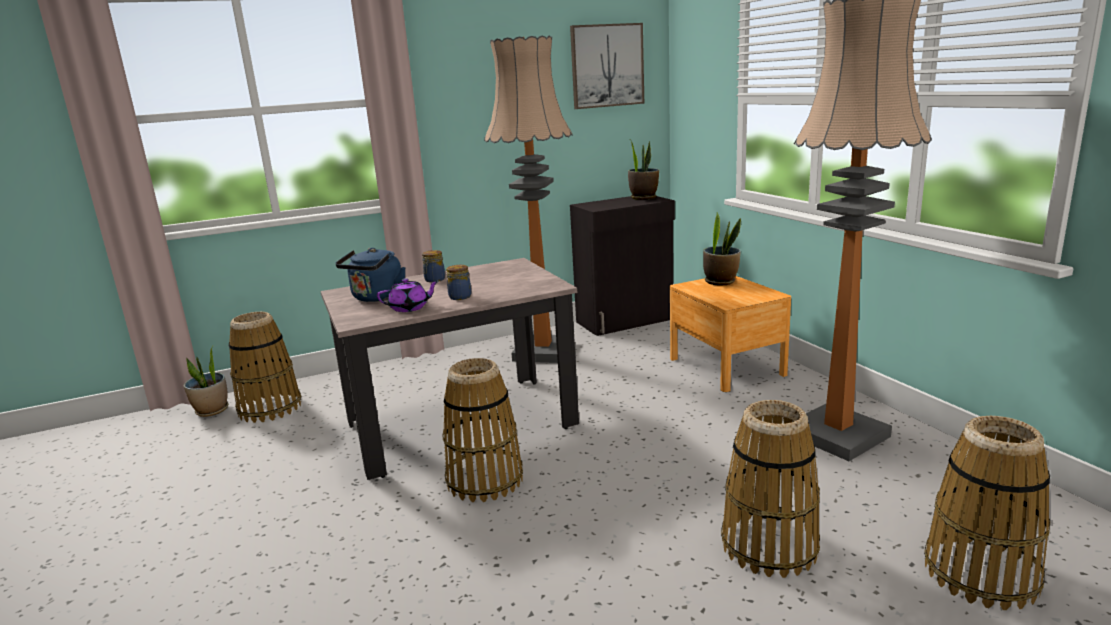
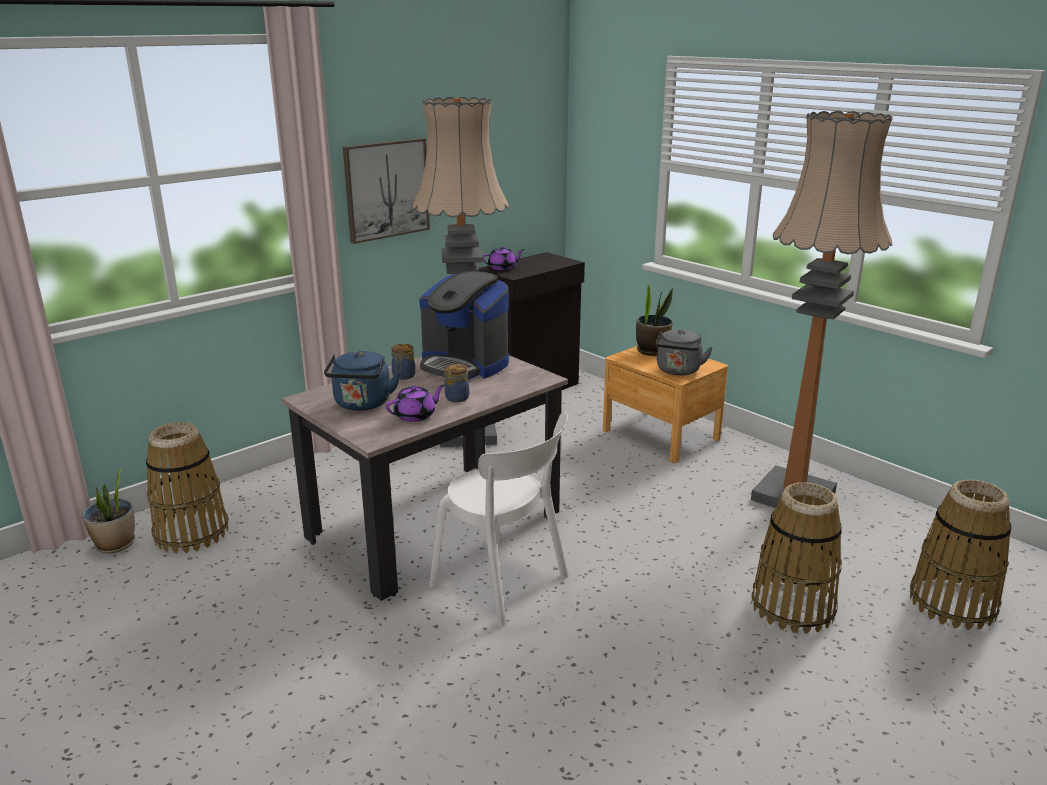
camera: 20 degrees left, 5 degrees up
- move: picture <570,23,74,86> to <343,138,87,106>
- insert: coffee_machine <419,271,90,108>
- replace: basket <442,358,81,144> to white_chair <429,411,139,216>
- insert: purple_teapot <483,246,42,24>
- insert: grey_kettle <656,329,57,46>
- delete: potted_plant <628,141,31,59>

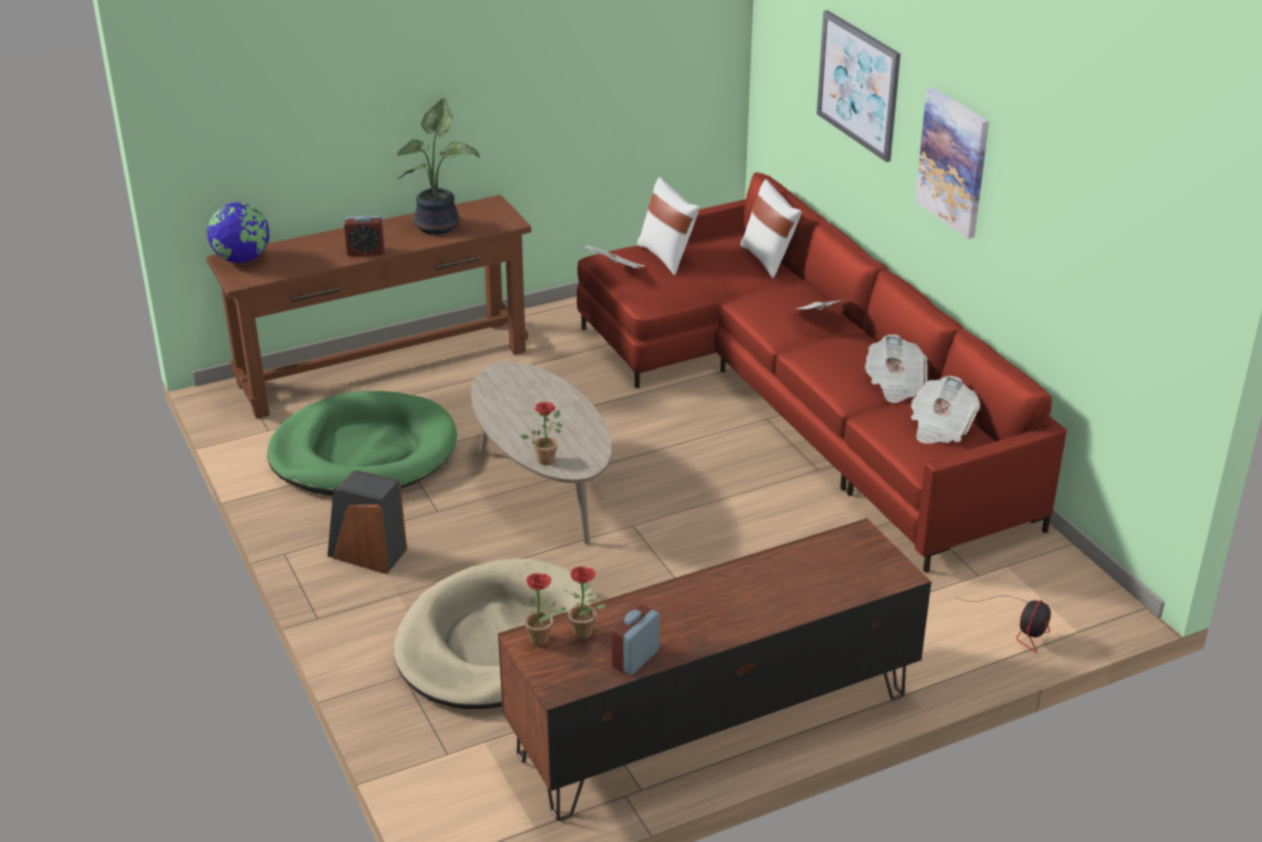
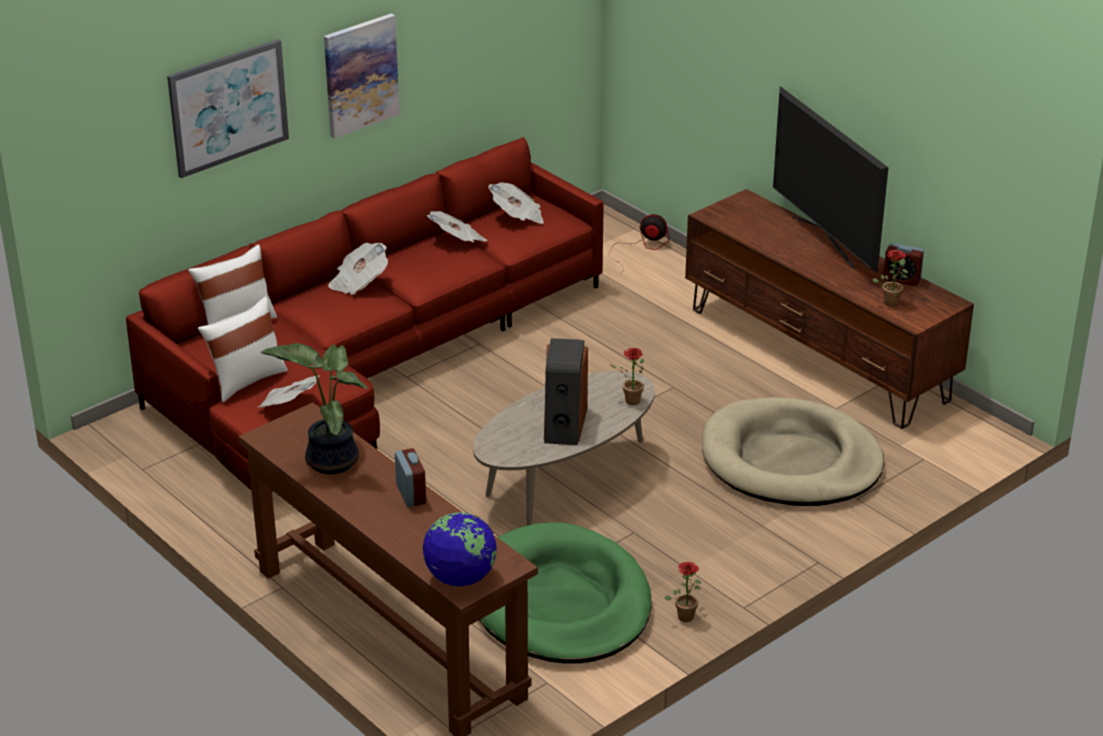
camera: 105 degrees left, 0 degrees up
- move: speaker <327,470,80,104> to <544,338,44,107>
- move: potted_plant <520,573,46,74> to <664,562,37,60>
- insert: television <773,86,115,188>

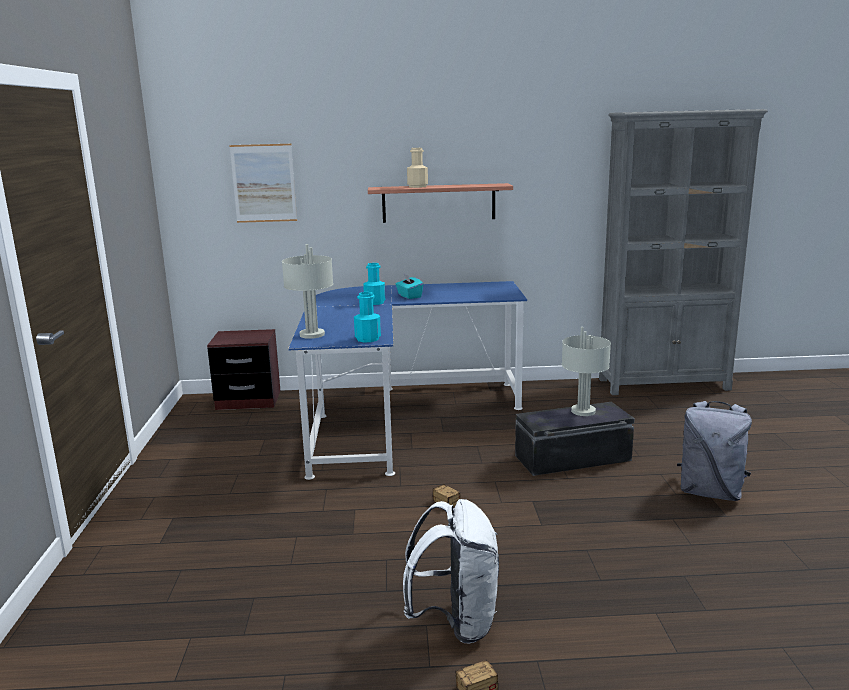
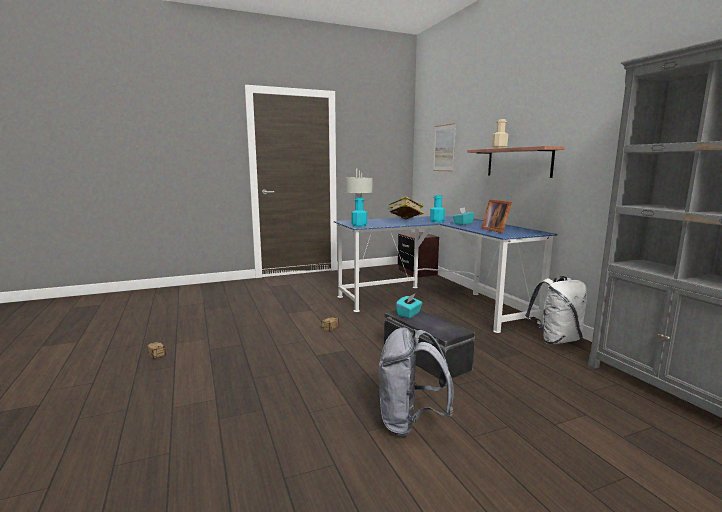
camera: 70 degrees right, 5 degrees down
- insert: book <388,196,36,23>
- insert: turquoise_tissue_box <396,294,27,24>
- insert: picture_frame <481,199,31,34>
- move: white_backpack <403,499,96,144> to <525,276,62,68>
- delete: grey_table_lamp <562,327,49,89>

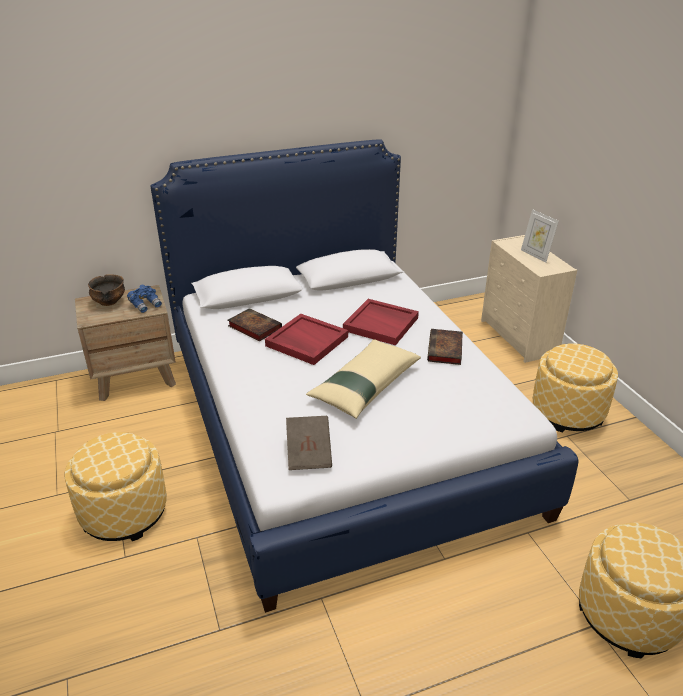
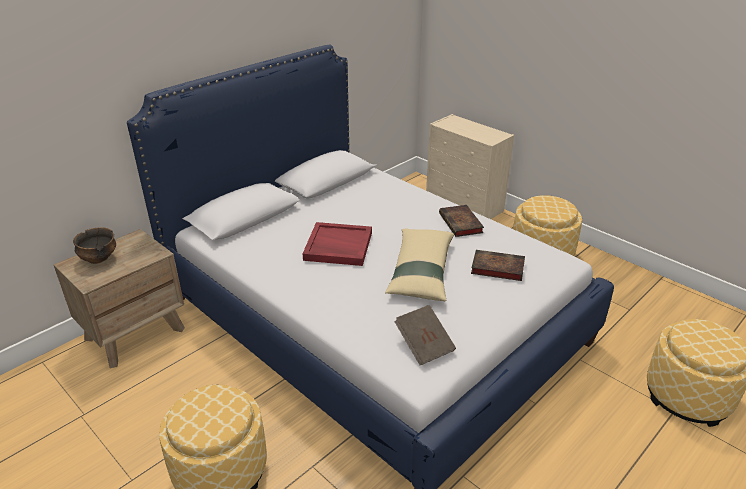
camera: 25 degrees left, 0 degrees up
- move: book <227,308,55,33> to <471,250,54,31>
- delete: blue_binoculars <127,285,35,28>
- delete: red_tray <343,299,76,46>
- delete: picture_frame <521,209,38,54>

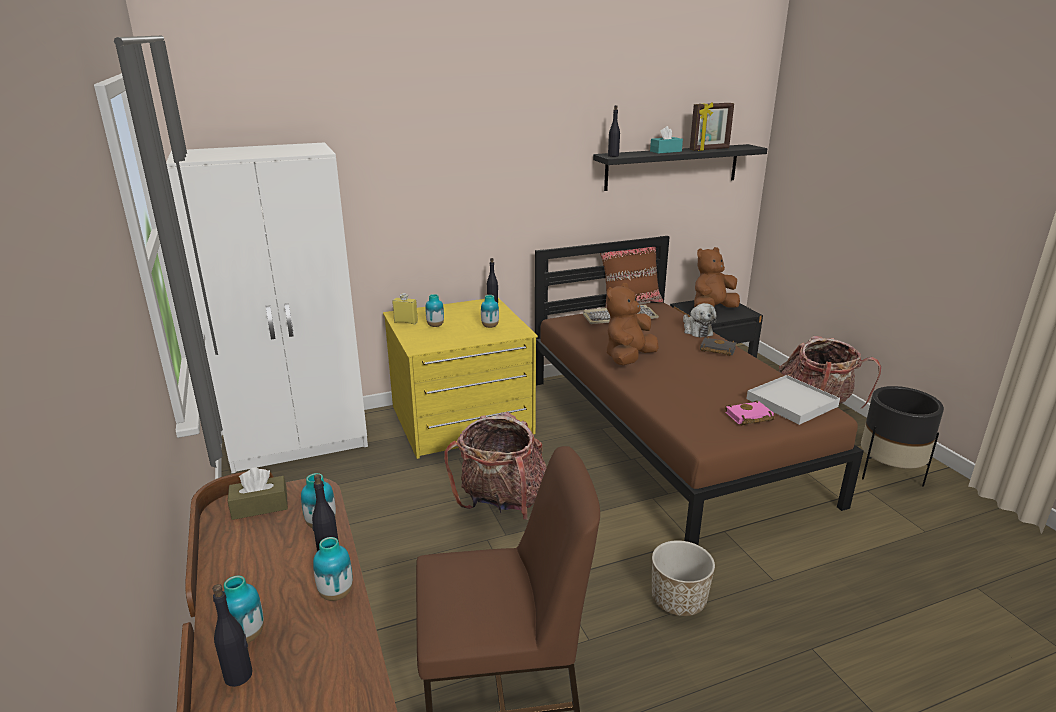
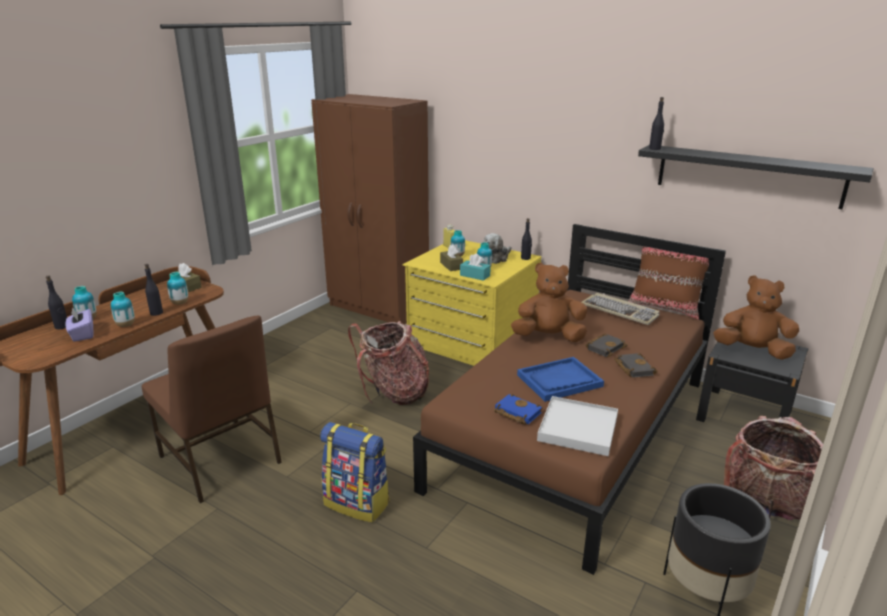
camera: 55 degrees right, 0 degrees up
- insert: purple_tissue_box <66,307,28,35>
- recolor: white_wardrobe <166,142,202,331> to brown_wardrobe <311,94,118,231>
- replace: planter <652,540,63,76> to backpack <320,422,70,101>
- insert: brown_tissue_box <440,245,23,26>
- move: turquoise_tissue_box <650,126,33,28> to <460,254,31,27>
- move: plush_toy <683,303,34,34> to <483,233,29,31>
- recolor: pink_book <725,400,50,25> to blue_book <494,394,49,31>
- insert: blue_tray <517,357,87,45>
- insert: black_book <585,334,42,23>
- delete: picture_frame <690,103,44,48>

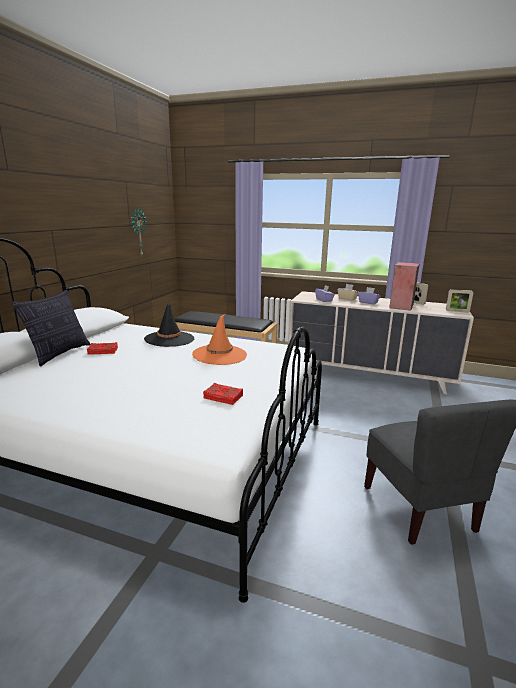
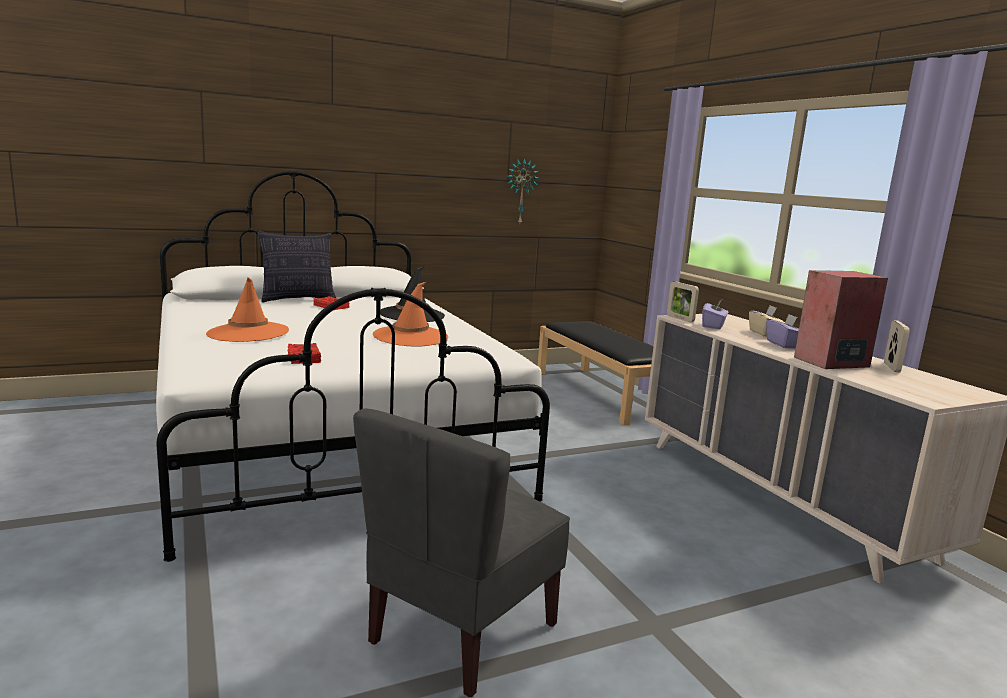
camera: 45 degrees right, 5 degrees down
- insert: orange_hat <206,278,83,64>
- move: picture_frame <446,289,27,24> to <667,281,32,41>

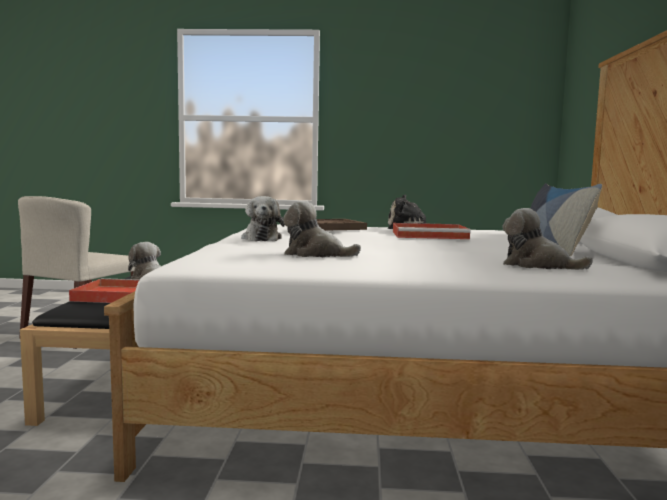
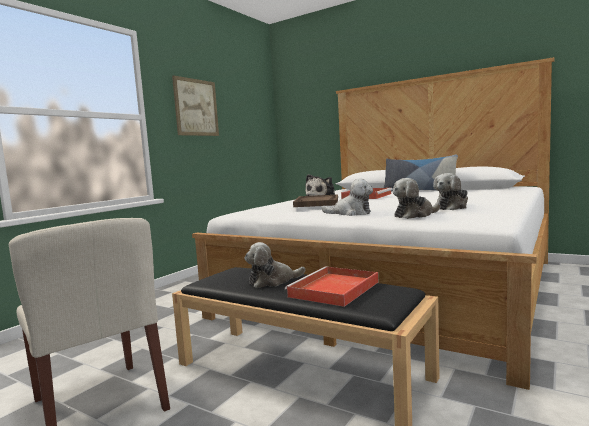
camera: 60 degrees left, 0 degrees up
- insert: picture <172,75,47,61>
- move: plush_toy <503,208,90,62> to <393,178,47,41>

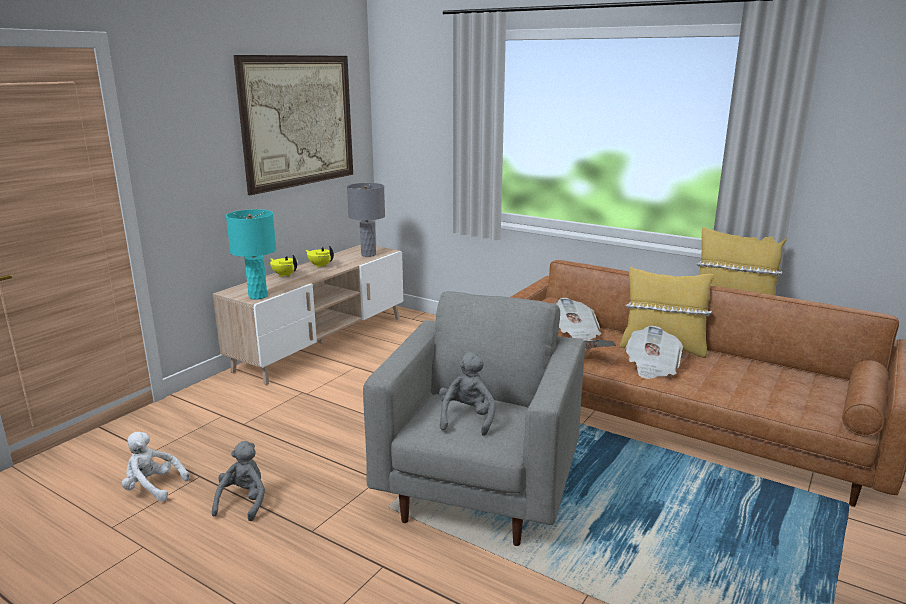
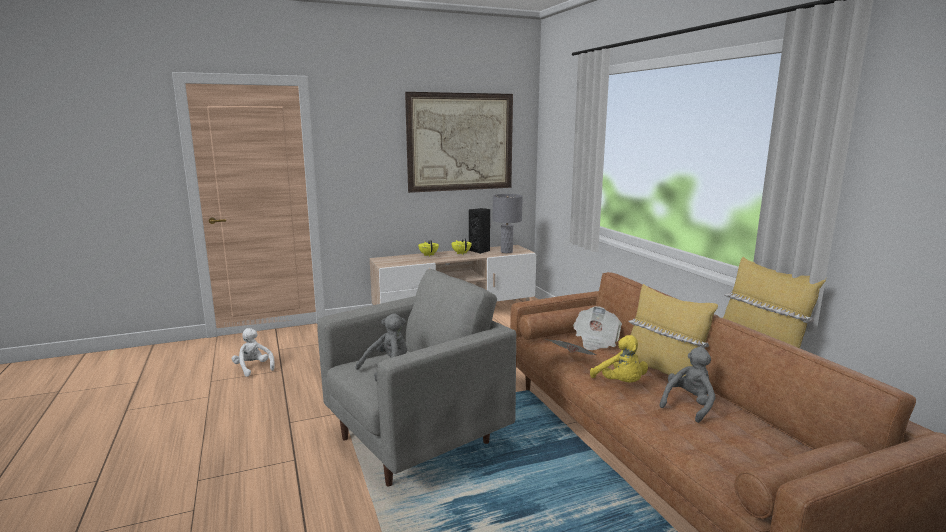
camera: 35 degrees right, 5 degrees down
- insert: black_speaker <469,208,21,46>
- replace: newspaper <625,326,58,53> to yellow_plush_toy <590,335,58,48>
- move: grey_plush_toy <212,441,53,80> to <659,347,57,76>
- delete: turquoise_table_lamp <226,209,50,90>

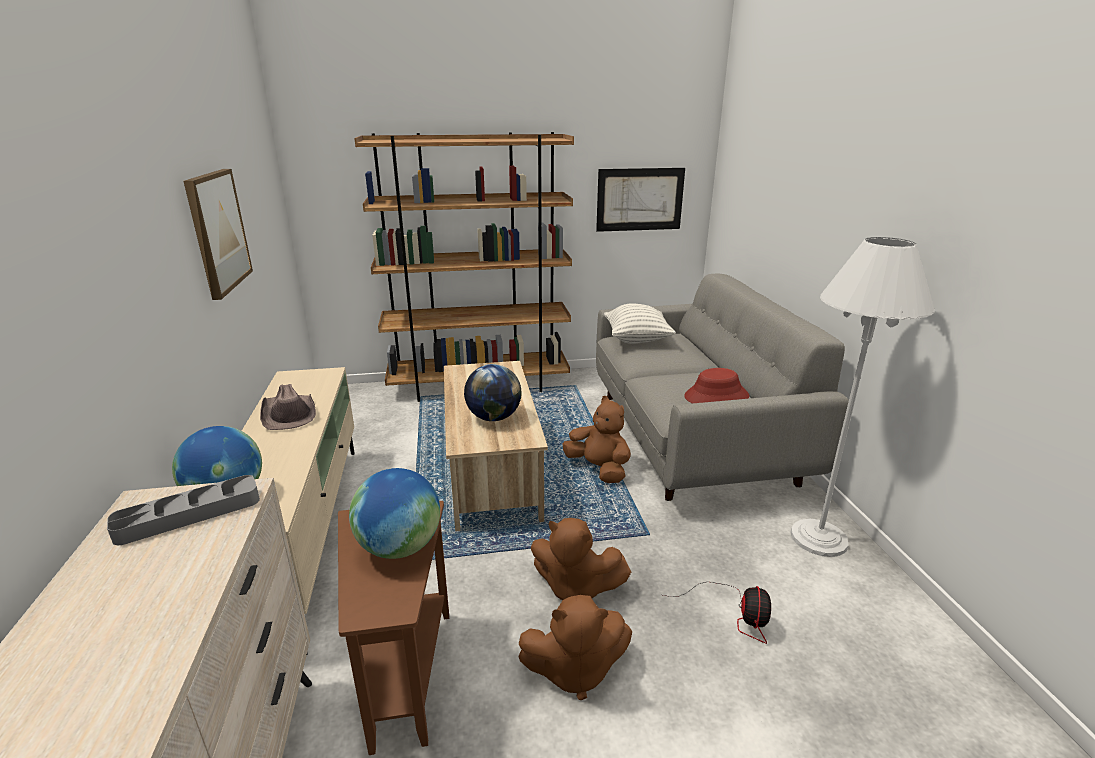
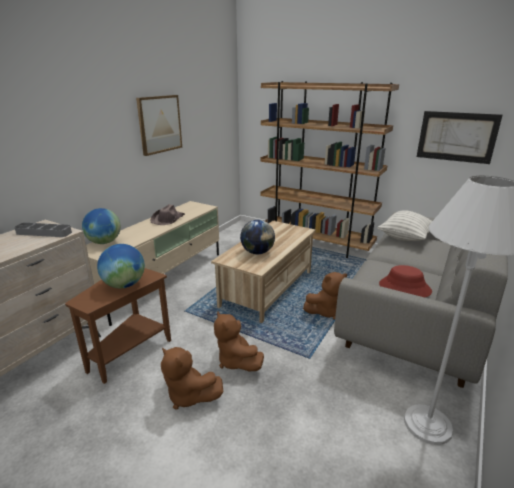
camera: 40 degrees right, 0 degrees up
- rotate: brown_plush_toy <563,396,68,87> = <303,272,44,48> 75 degrees clockwise
- delete: fan <663,582,108,62>

